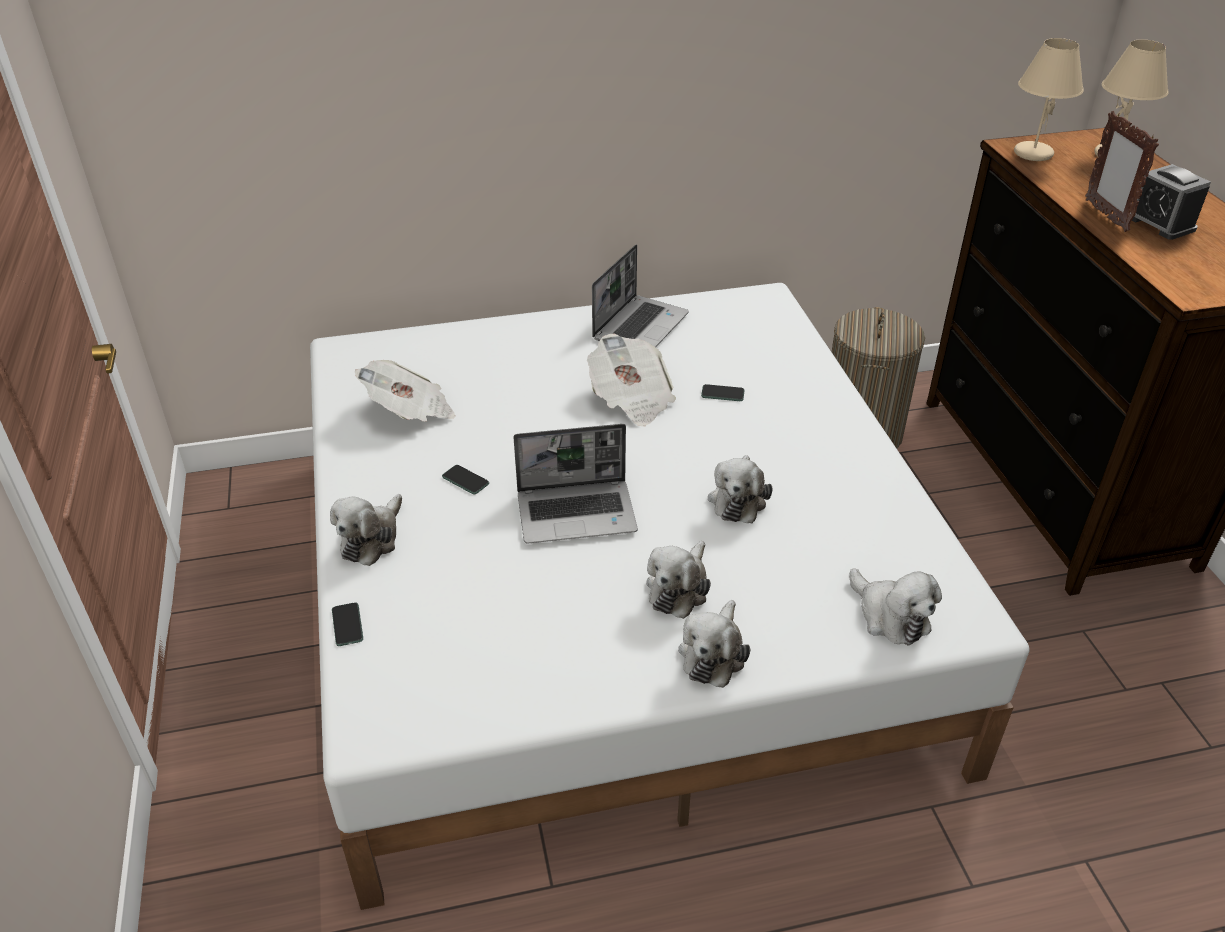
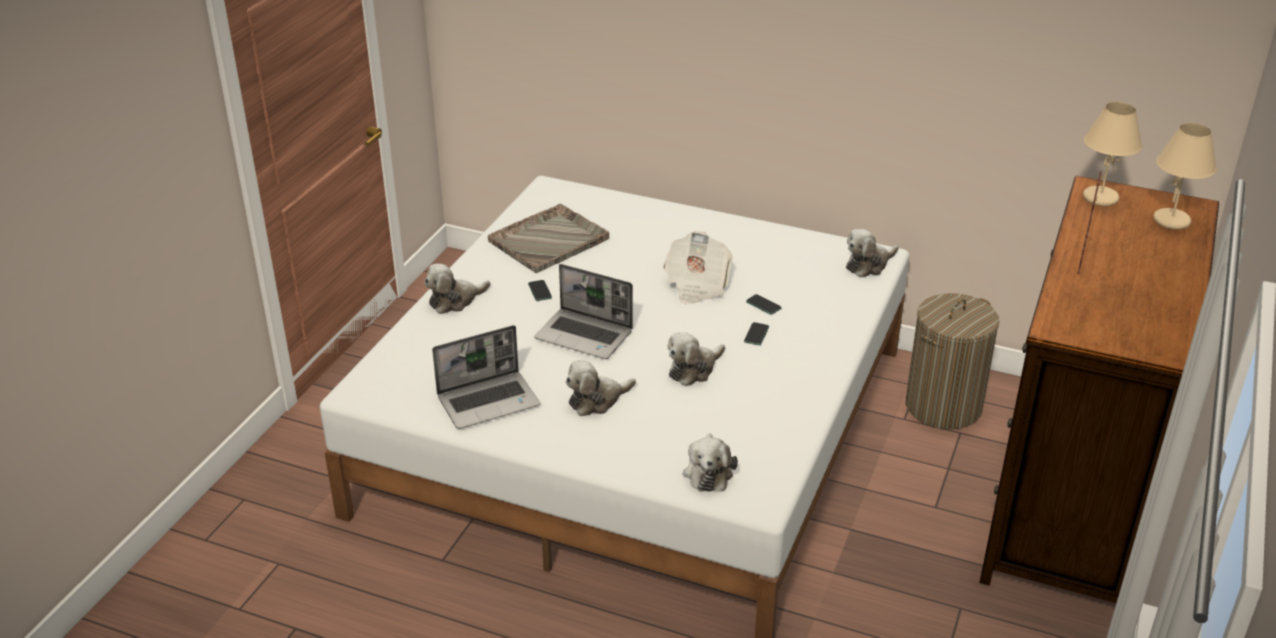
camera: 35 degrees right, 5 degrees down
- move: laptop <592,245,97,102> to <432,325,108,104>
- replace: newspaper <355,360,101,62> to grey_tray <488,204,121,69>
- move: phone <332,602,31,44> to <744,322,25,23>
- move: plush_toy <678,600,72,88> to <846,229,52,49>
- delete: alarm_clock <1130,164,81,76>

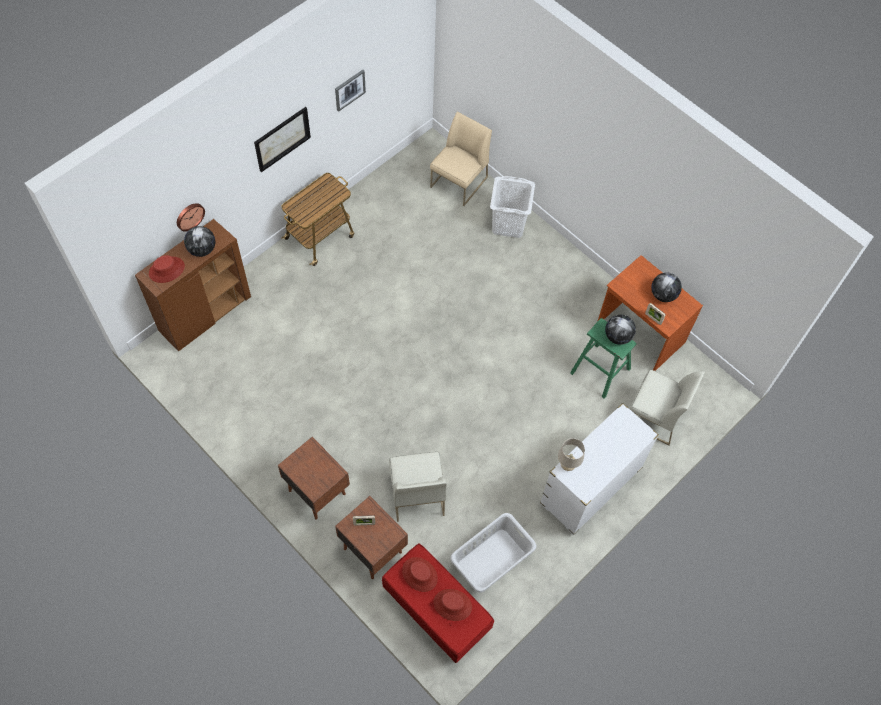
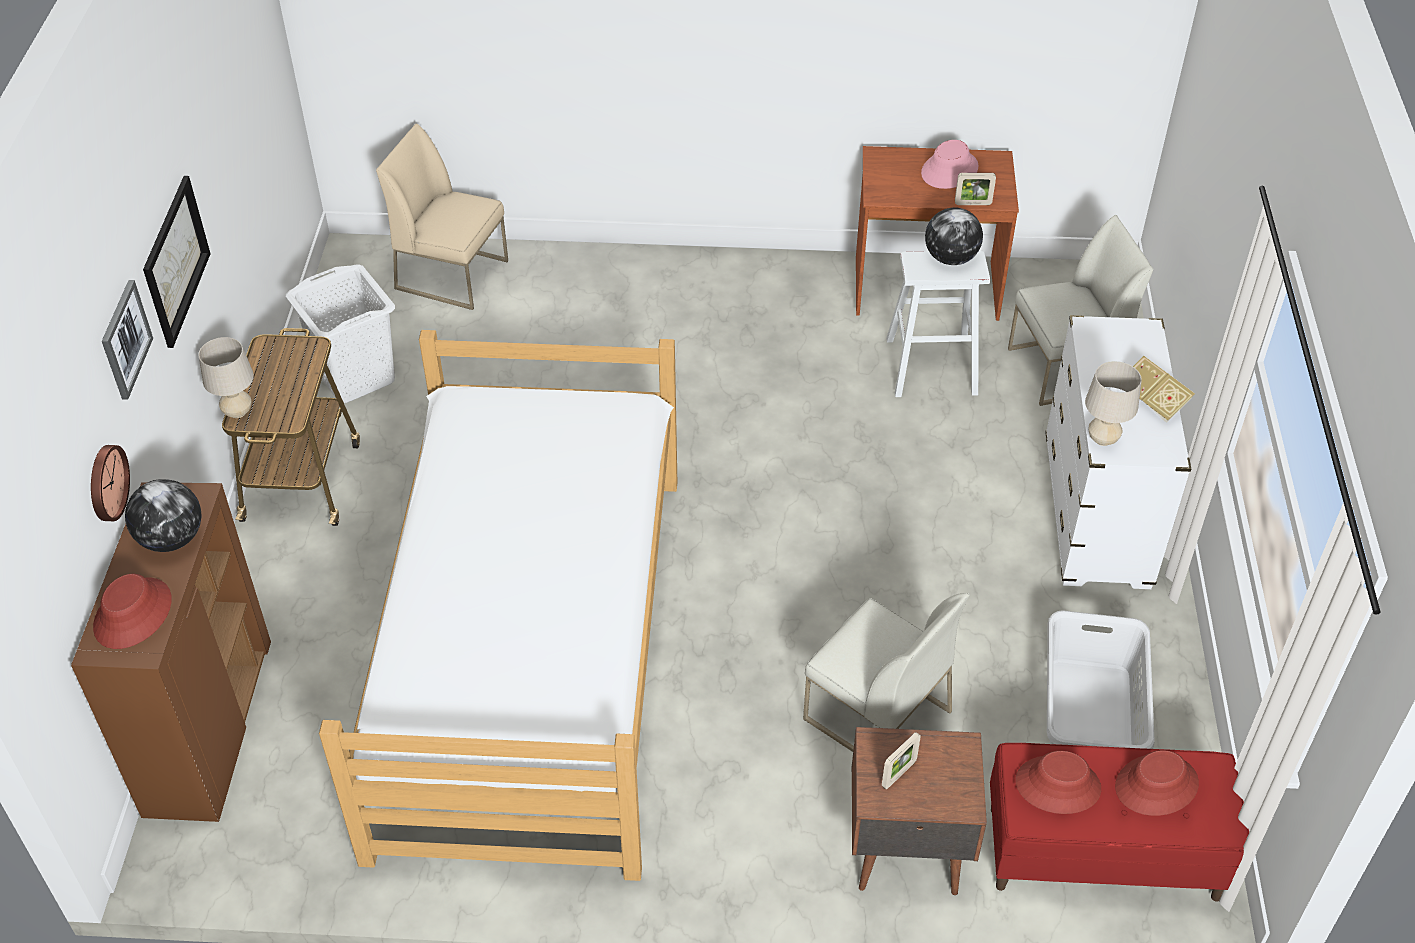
camera: 40 degrees left, 15 degrees down
- move: picture <335,70,31,42> to <102,280,51,120>
- insert: beige_table_lamp <198,337,56,81>
- move: white_laundry_basket <490,176,45,62> to <286,265,109,138>
- insert: bed <319,330,358,551>
- rotate: beige_chair <430,111,62,95> = <376,123,132,187> 60 degrees counterclockwise
- recolor: green_stool <570,318,66,81> to white_stool <886,250,104,147>
- replace: globe <651,273,31,29> to pink_hat <921,140,58,49>
- insert: book <1133,356,62,67>
- delete: brown_nightstand <278,437,72,83>

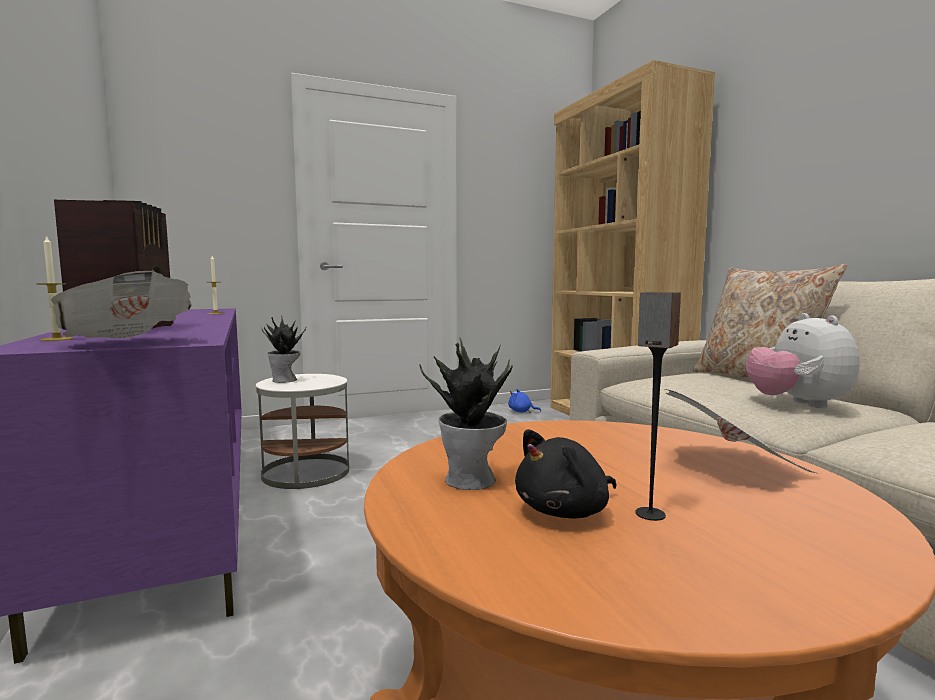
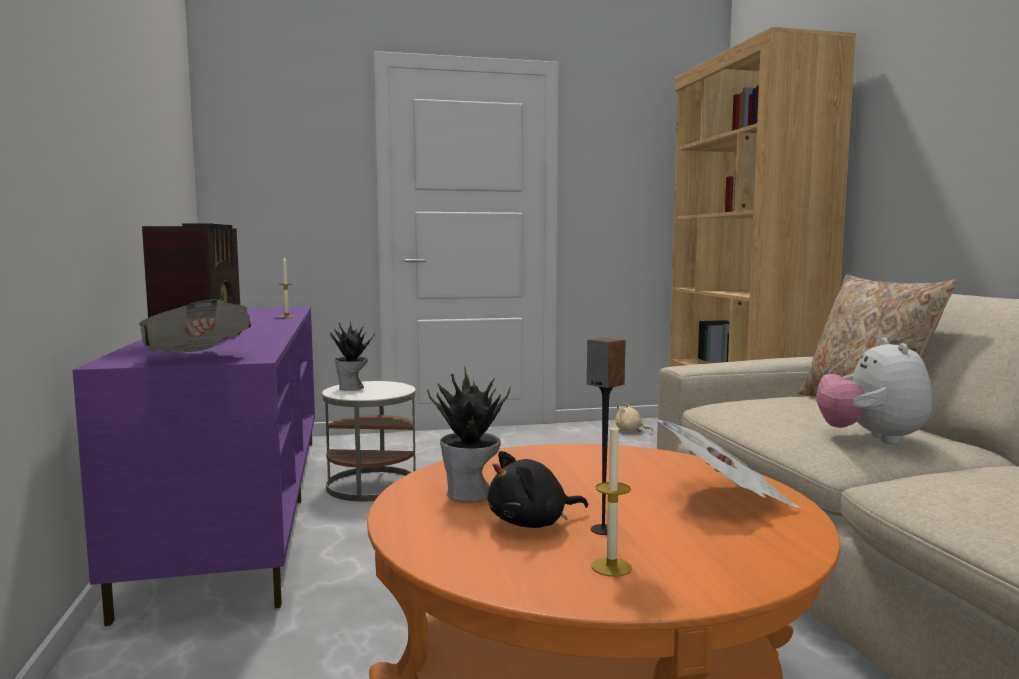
camera: 10 degrees right, 0 degrees up
- move: candle <36,235,38,106> to <591,419,41,158>
- recolor: blue_plush_toy <508,389,33,23> to beige_plush_toy <615,403,38,29>

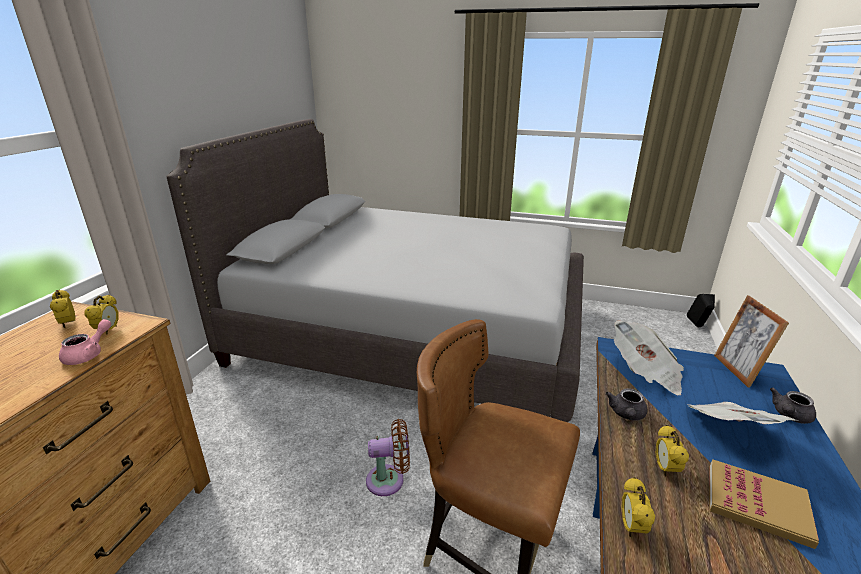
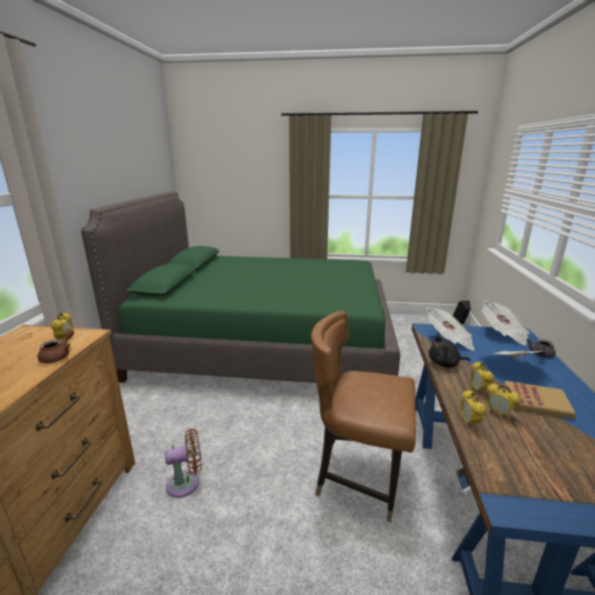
camera: 10 degrees left, 5 degrees down
- recolor: pink_teapot <59,319,52,46> to brown_teapot <37,329,37,34>
- recolor: grey_bed <167,119,417,303> to green_bed <81,191,319,192>
- move: brown_fan <366,419,44,77> to <165,429,37,69>
- replace: grey_teapot <606,388,42,33> to black_plush_toy <429,336,41,32>
- replace: picture_frame <714,295,75,93> to newspaper <482,301,48,44>
- move: alarm_clock <50,290,26,38> to <487,384,34,34>

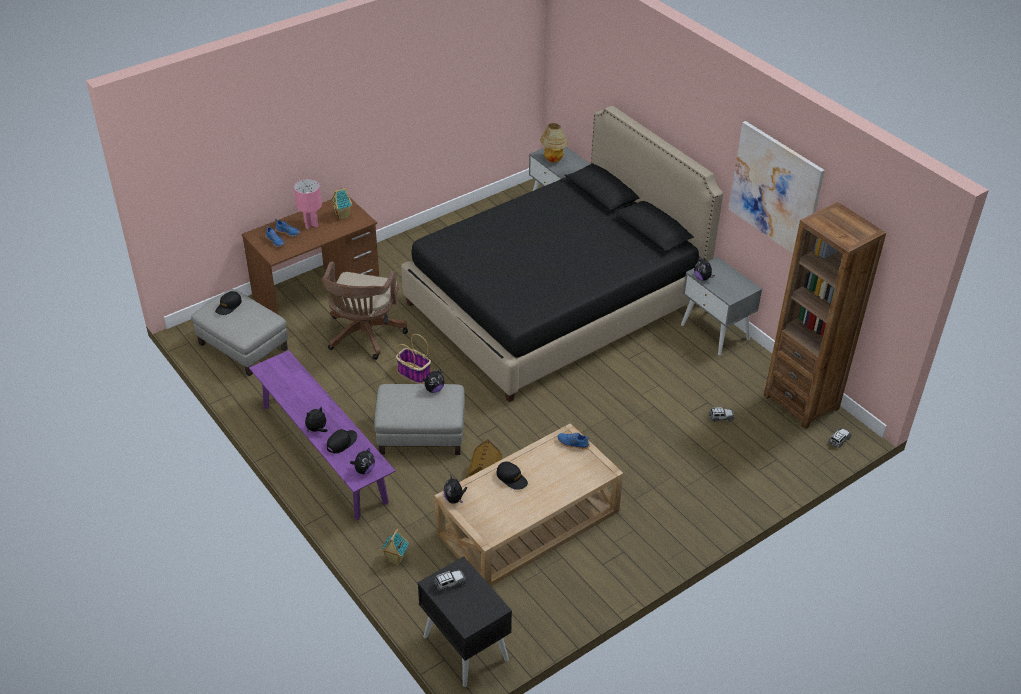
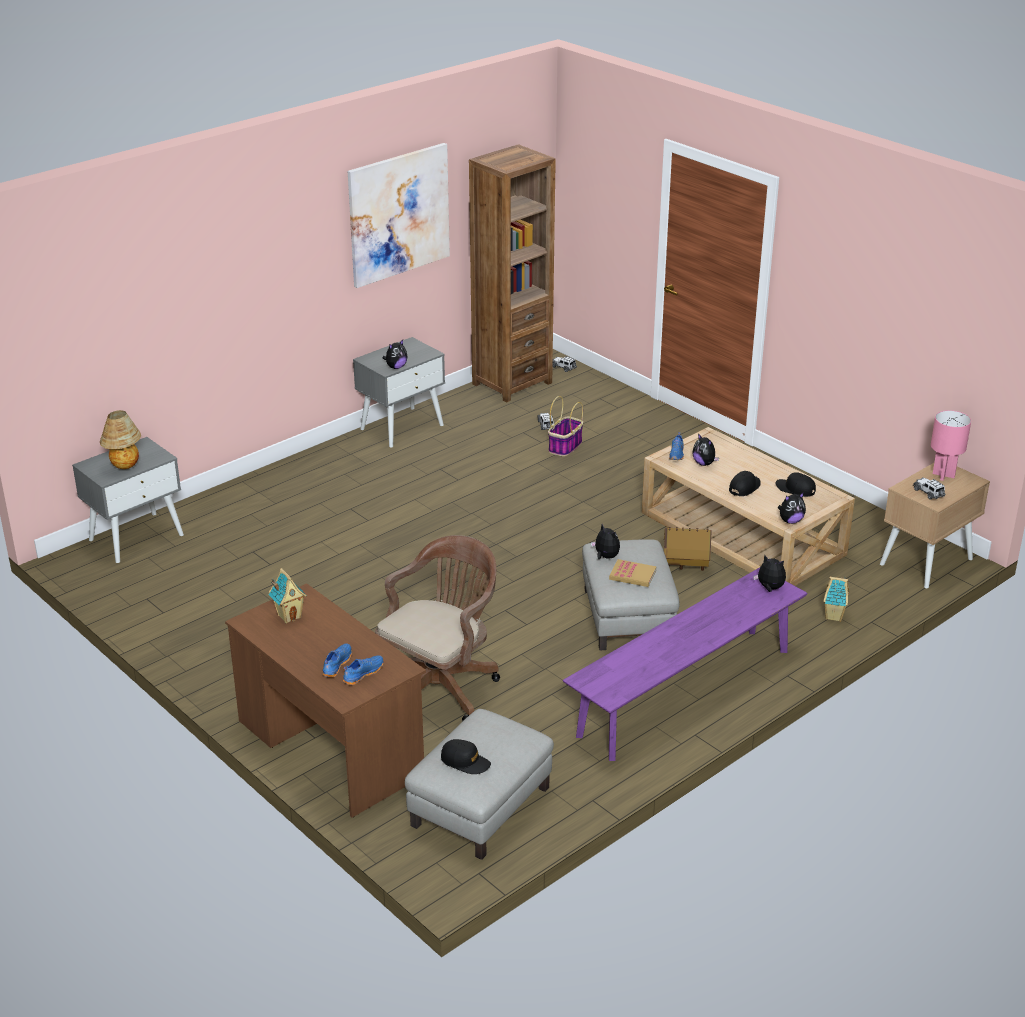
camera: 95 degrees left, 10 degrees down
- rotate: brown_office_chair <322,261,86,99> = <375,535,125,187> 60 degrees counterclockwise
- move: basket <396,334,35,50> to <548,396,35,60>
- insert: book <609,559,47,28>
- move: plush_toy <305,407,23,25> to <692,433,27,33>
- move: black_cap <327,429,30,25> to <776,472,40,25>
- recolor: black_nightstand <418,556,94,131> to beige_nightstand <880,463,110,125>
- move: pink_table_lamp <294,179,28,50> to <931,410,40,71>
- delete: black_bed <401,106,322,296>

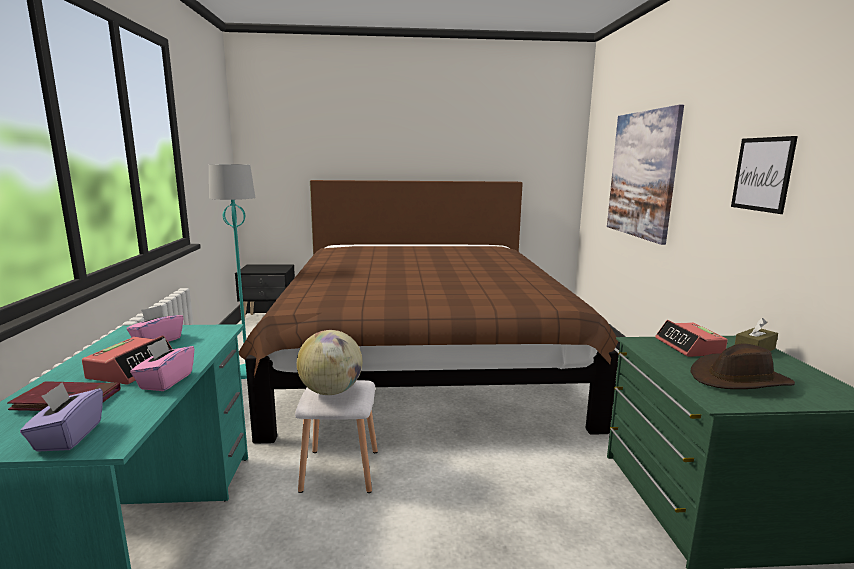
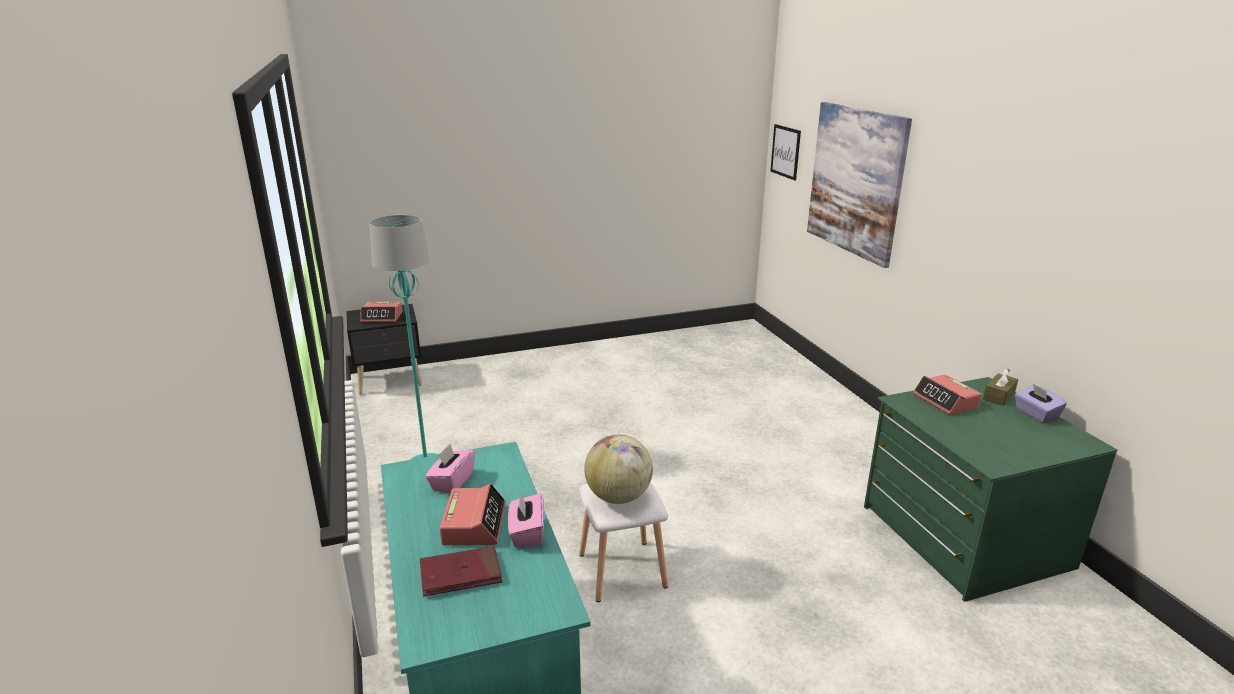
camera: 15 degrees left, 10 degrees up
- insert: alarm_clock <360,302,42,20>
- move: picture <731,136,67,78> to <770,124,31,57>
- move: purple_tissue_box <20,383,83,69> to <1015,384,52,39>
- delete: brown_bed <239,180,380,264>
- delete: brown_hat <691,344,104,45>

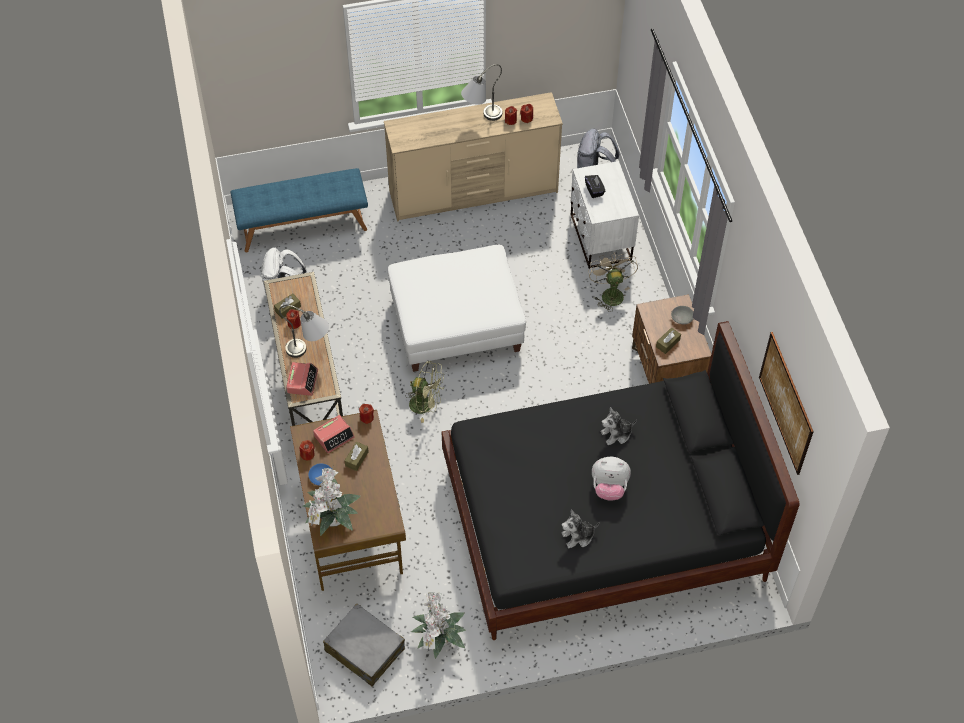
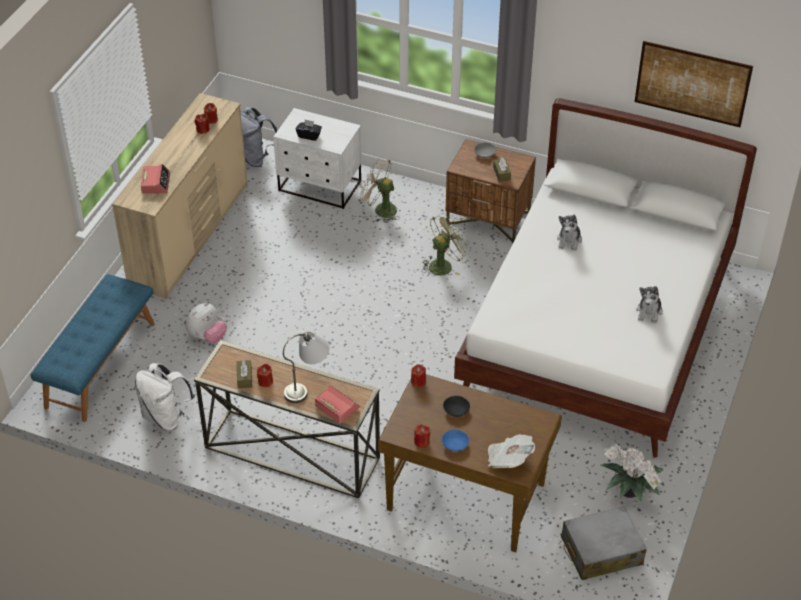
camera: 55 degrees left, 10 degrees down
- move: alarm_clock <313,415,42,38> to <141,164,29,30>
- move: plush_toy <592,457,39,44> to <186,302,41,41>
- move: green_fan <405,361,40,62> to <422,213,48,63>
- replace: brown_tissue_box <344,442,25,29> to black_bowl <443,396,27,21>
- recolor: black_bed <442,321,358,319> to white_bed <454,98,303,360>
- replace: potted_plant <302,467,59,69> to newspaper <488,434,47,34>
- delete: white_ottoman <388,245,138,127>
- delete: grey_table_lamp <461,64,41,57>

